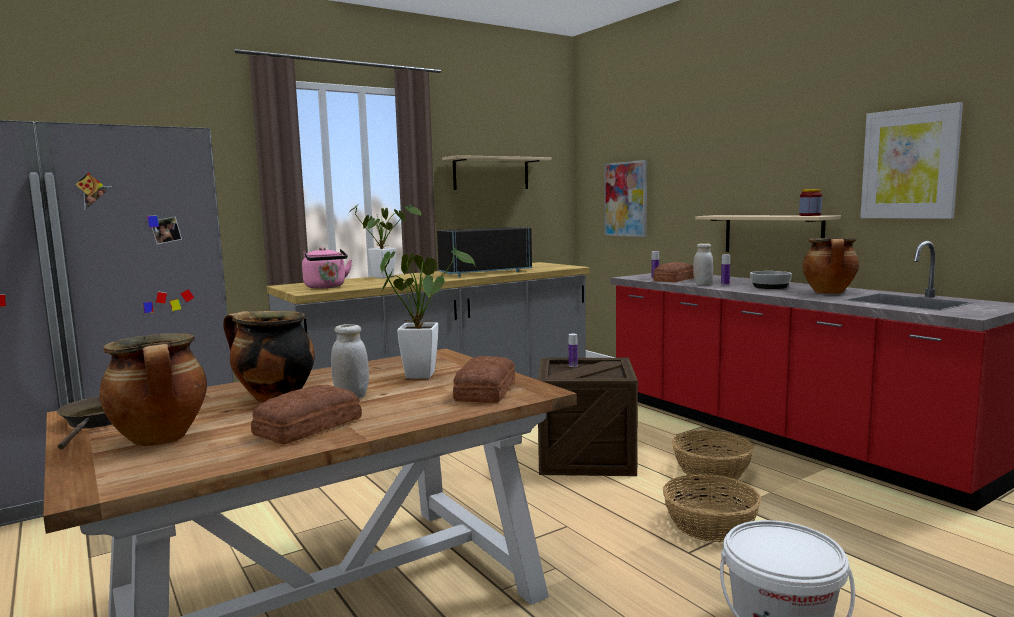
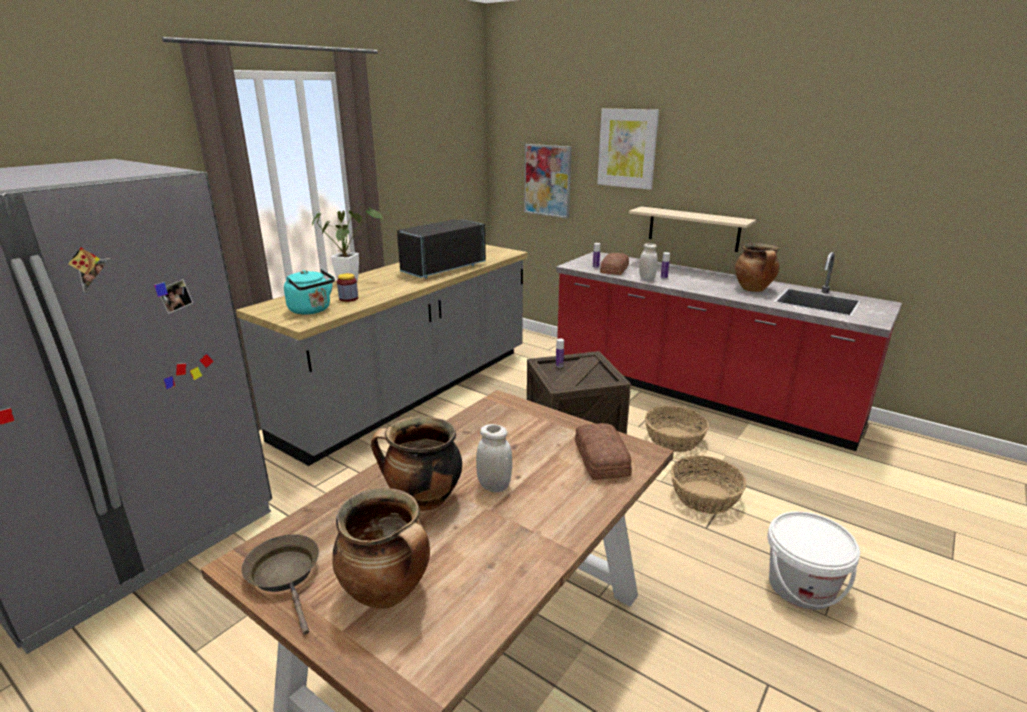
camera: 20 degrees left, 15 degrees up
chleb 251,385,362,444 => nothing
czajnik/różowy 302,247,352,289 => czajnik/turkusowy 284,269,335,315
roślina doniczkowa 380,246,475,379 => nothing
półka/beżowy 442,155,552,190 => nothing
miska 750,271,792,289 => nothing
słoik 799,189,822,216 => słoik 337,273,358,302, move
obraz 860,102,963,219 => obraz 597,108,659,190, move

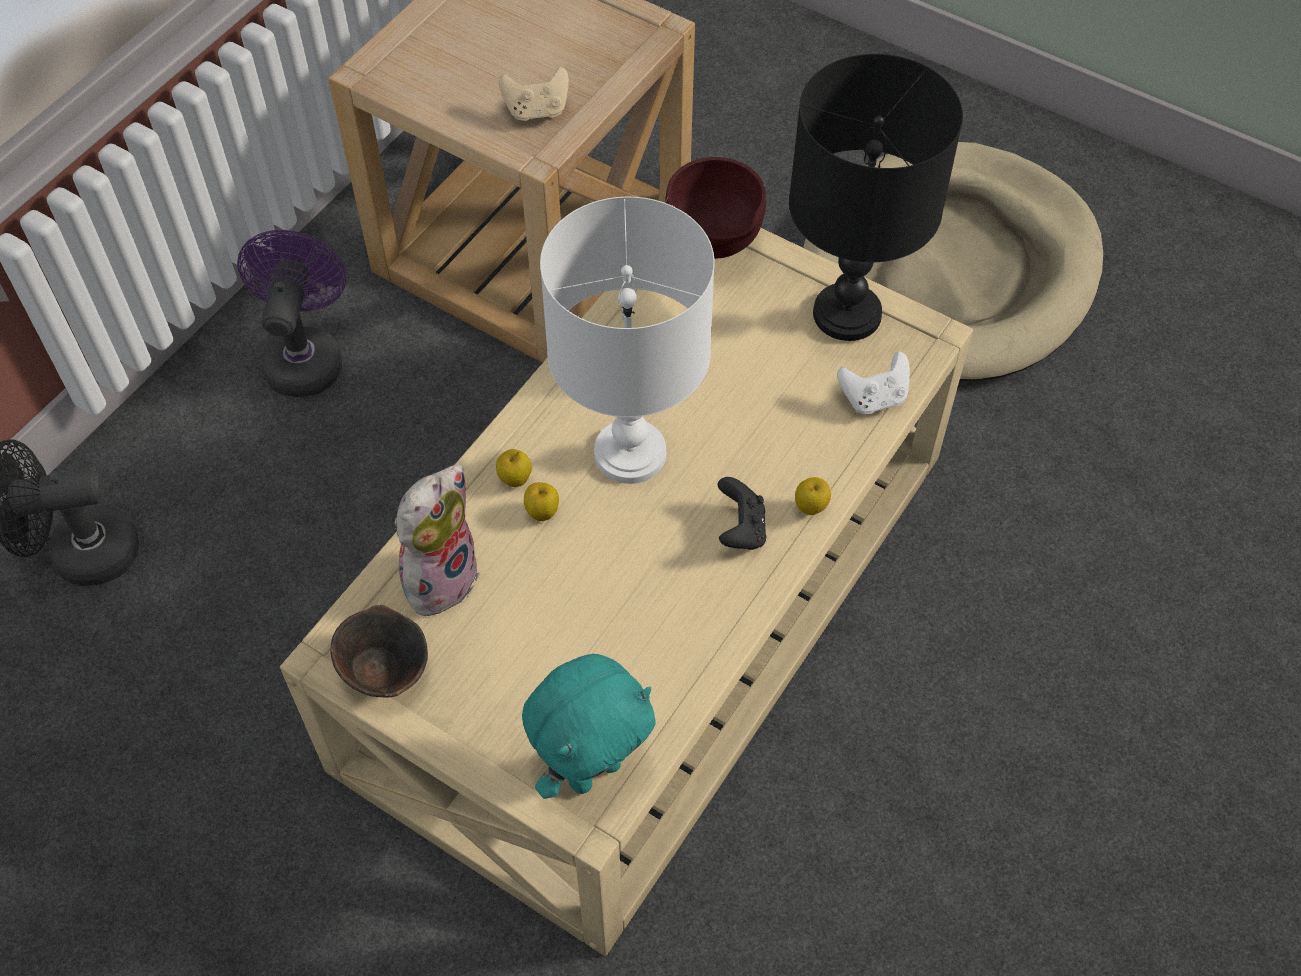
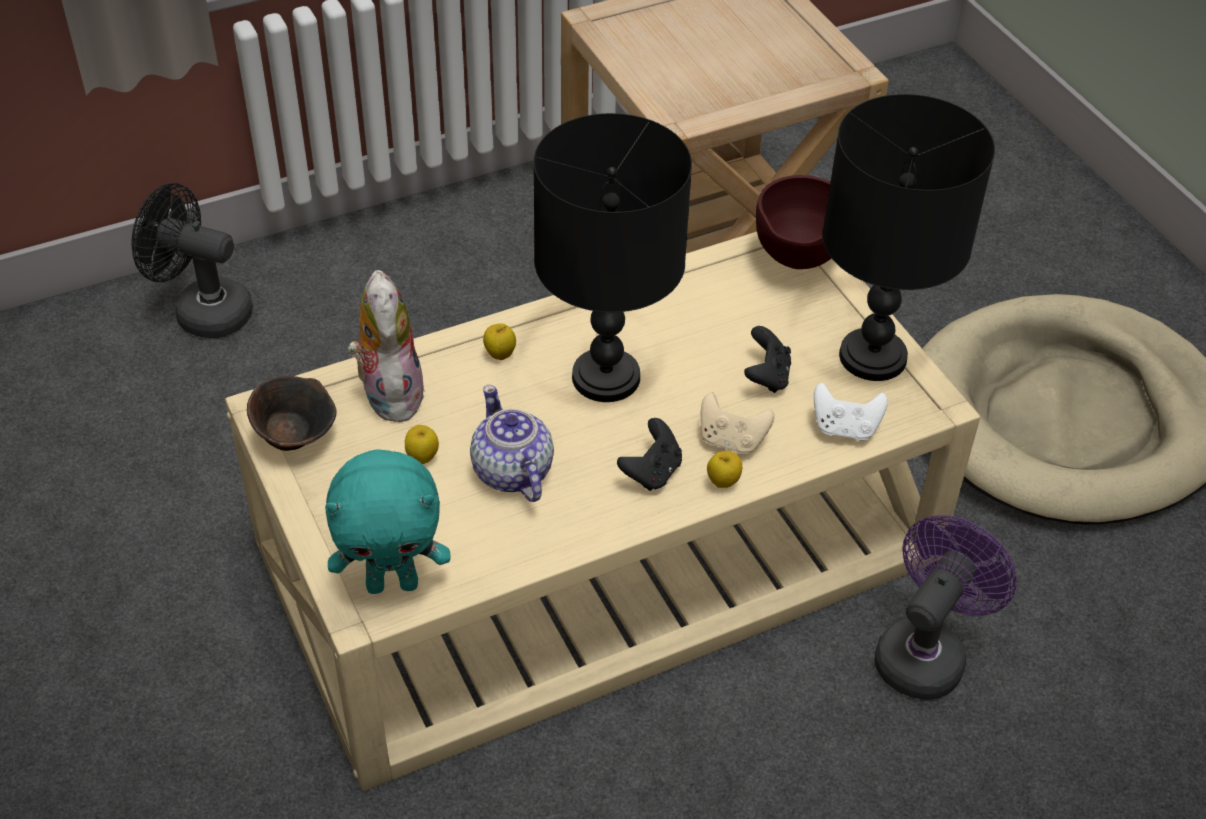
camera: 30 degrees right, 10 degrees down
wentylator/fioletowy 237,230,346,397 => wentylator/fioletowy 874,515,1017,700, move
pluszak 394,465,480,620 => pluszak 348,270,426,422, 75 degrees counterclockwise
pad do gier/beżowy 499,67,569,121 => pad do gier/beżowy 701,392,774,454, move
jabłko 524,482,559,521 => jabłko 405,425,439,464, move
lampa stołowa/biały 540,197,715,484 => lampa stołowa/czarny 533,113,692,402
nothing => imbryk 470,385,554,502
nothing => pad do gier/czarny 744,326,791,393

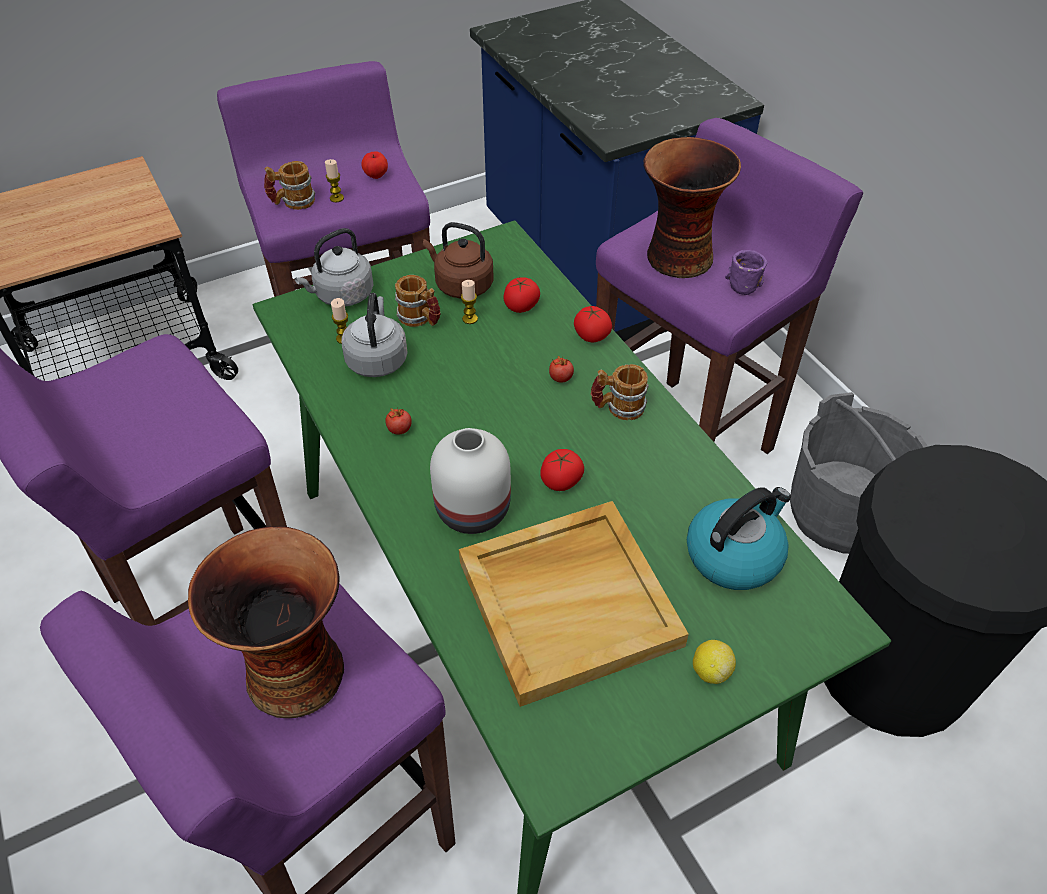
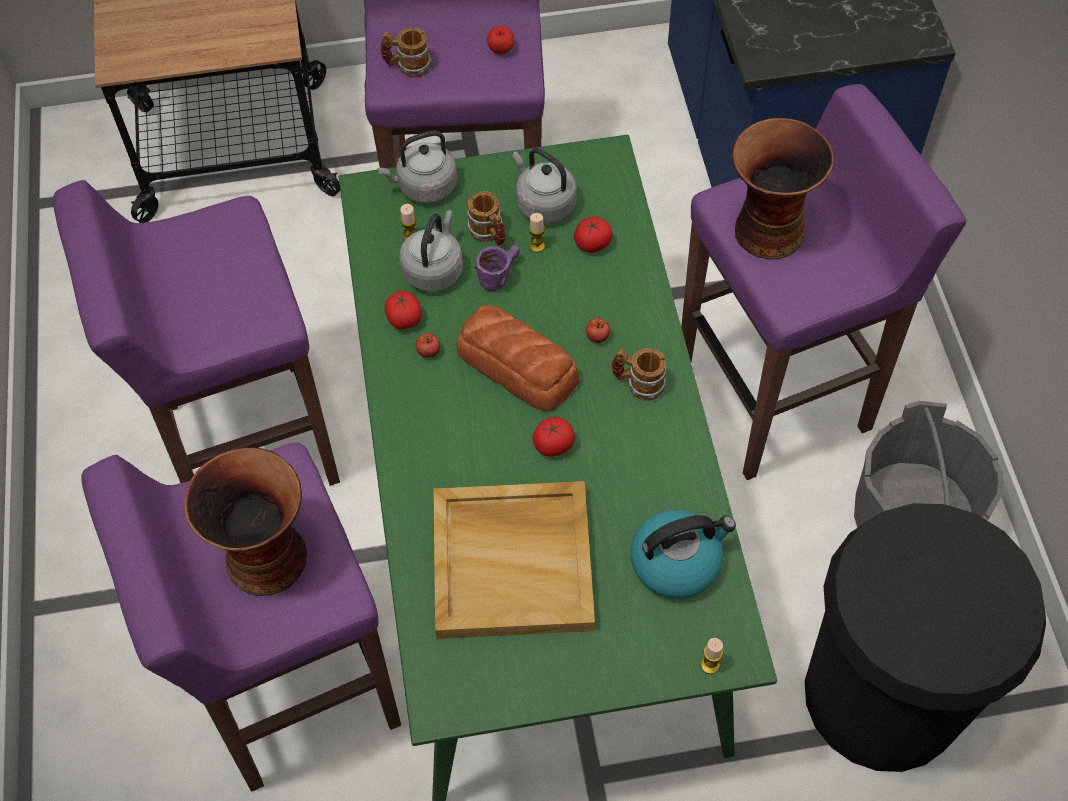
camera: 20 degrees right, 10 degrees up
świeca 325,159,344,202 => świeca 701,638,723,674, move
czajnik/brązowy 423,222,494,299 => czajnik/szary 512,148,577,224
wazon/biały 430,428,511,534 => nothing
pomidor 574,306,612,342 => pomidor 385,291,422,329, move
cytryna 693,640,736,684 => nothing
kubek/fioletowy 725,250,767,295 => kubek/fioletowy 474,245,520,291, move
nothing => chleb 456,305,579,411

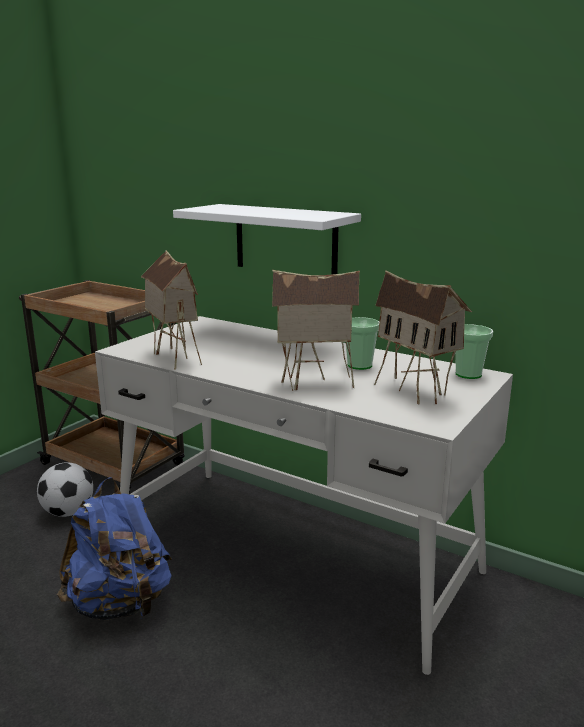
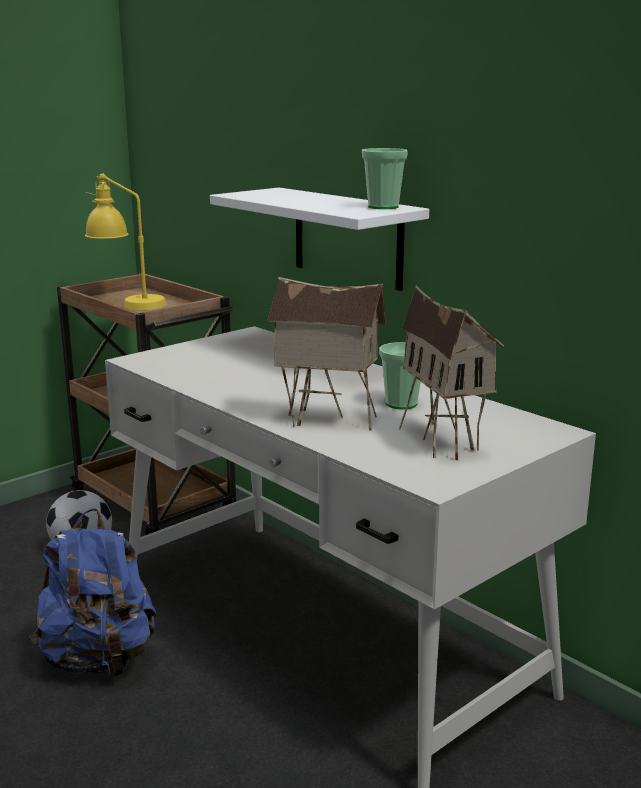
camera: 15 degrees right, 0 degrees up
domek 141,250,202,370 => nothing
filiżanka 455,324,493,379 => filiżanka 362,148,408,209, move
nothing => lampa stołowa/żółty 85,173,167,310

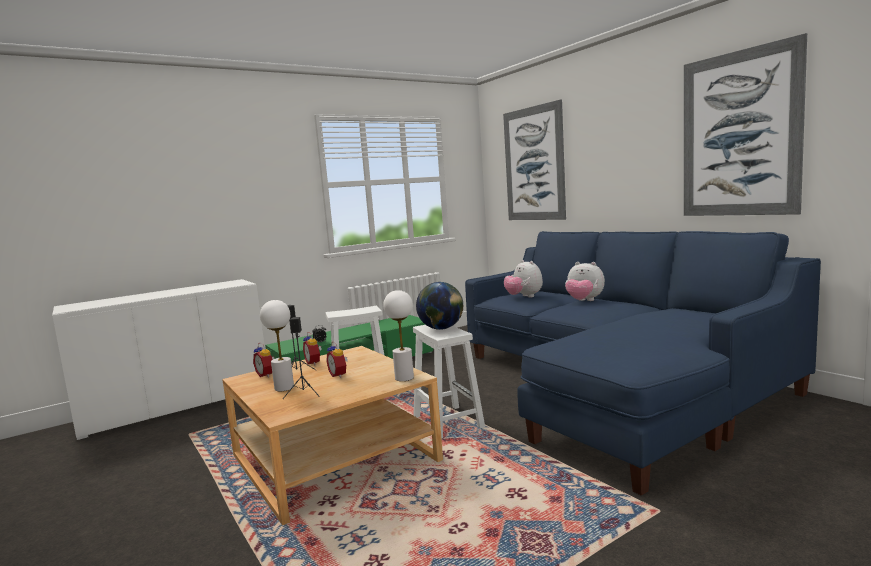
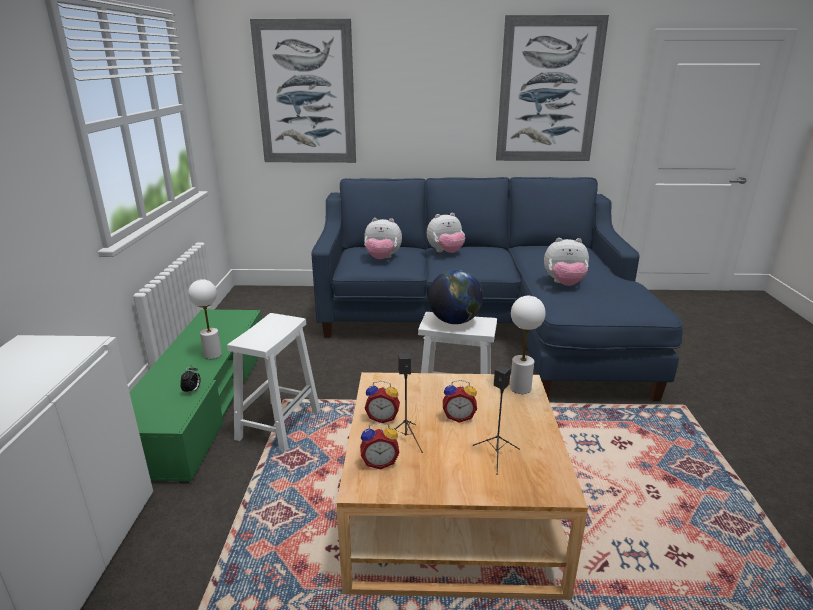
camera: 55 degrees left, 15 degrees up
lampa stołowa/biały 260,300,294,391 => lampa stołowa/biały 188,279,222,359, move
nothing => pluszak 544,238,589,286

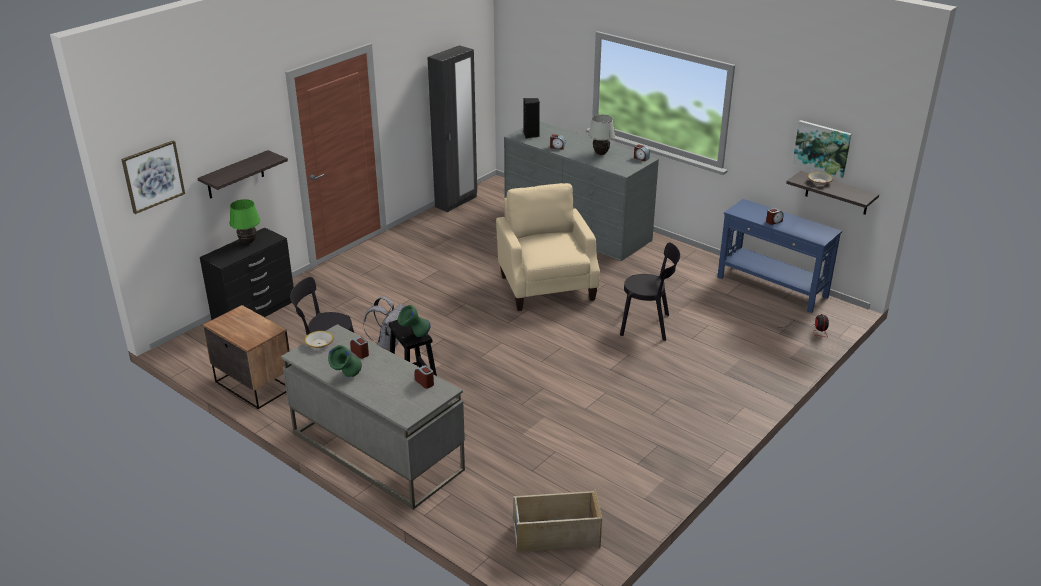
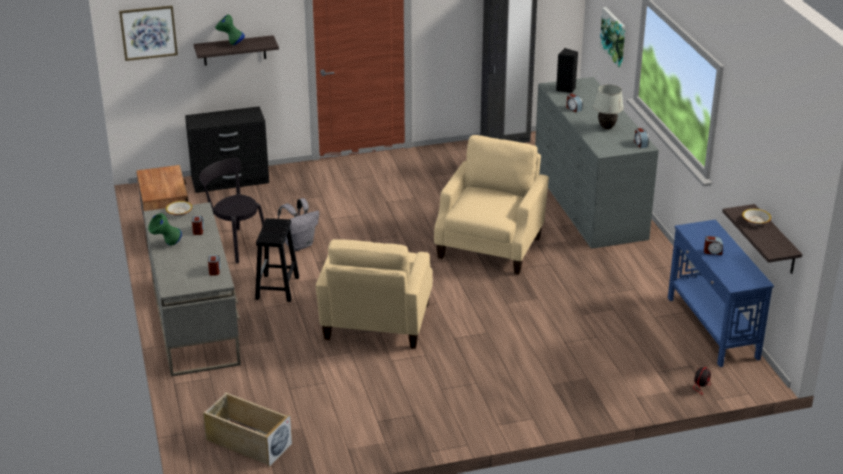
camera: 35 degrees right, 0 degrees up
lampa stołowa/zielony 230,199,260,244 => nothing
wazon/zielony 398,305,431,337 => wazon/zielony 215,14,245,45, move
krzesło/czarny 620,242,680,341 => nothing
obraz 792,120,852,178 => obraz 600,7,626,68, move
nothing => fotel/beżowy 316,239,433,349

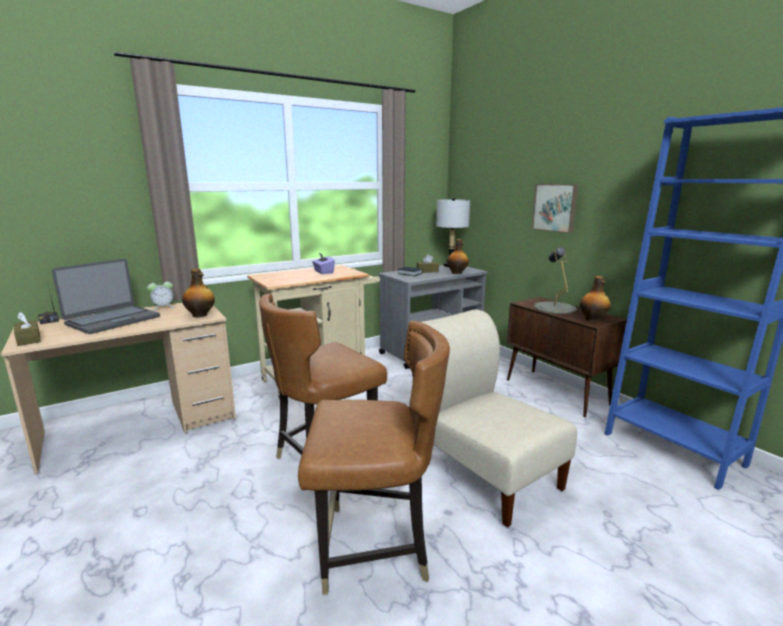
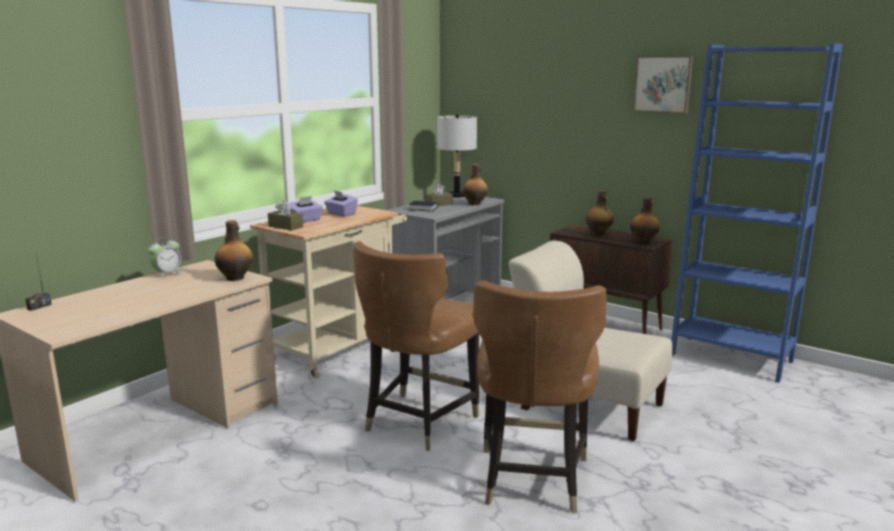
camera: 20 degrees left, 0 degrees up
pudełko chusteczek/brązowy 14,312,41,346 => pudełko chusteczek/brązowy 268,200,303,231, move
laptop 52,259,160,334 => nothing
krzesło/brązowy 298,321,450,595 => krzesło/brązowy 473,280,607,514, 120 degrees clockwise
obraz 532,184,578,233 => obraz 633,56,693,113, move
lampa stołowa/szary 534,247,577,314 => butelka 586,191,614,235
nothing => pudełko chusteczek/fioletowy 289,196,323,223

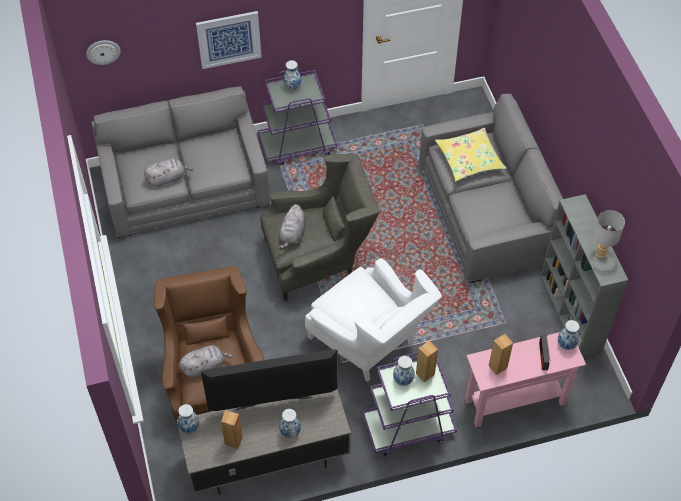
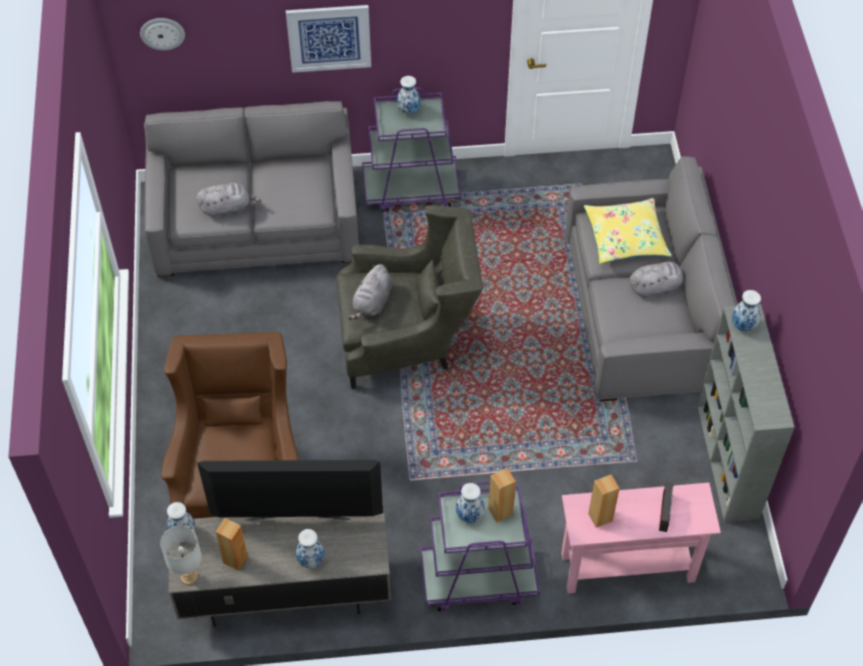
camera: 10 degrees right, 0 degrees up
pluszak/szary 179,345,234,378 => pluszak/szary 629,262,683,298, move
fotel/biały 305,258,442,382 => nothing
wazon 558,320,580,350 => wazon 732,290,761,331, move
lampa stołowa/szary 594,210,625,259 => lampa stołowa/szary 160,525,202,585, move

